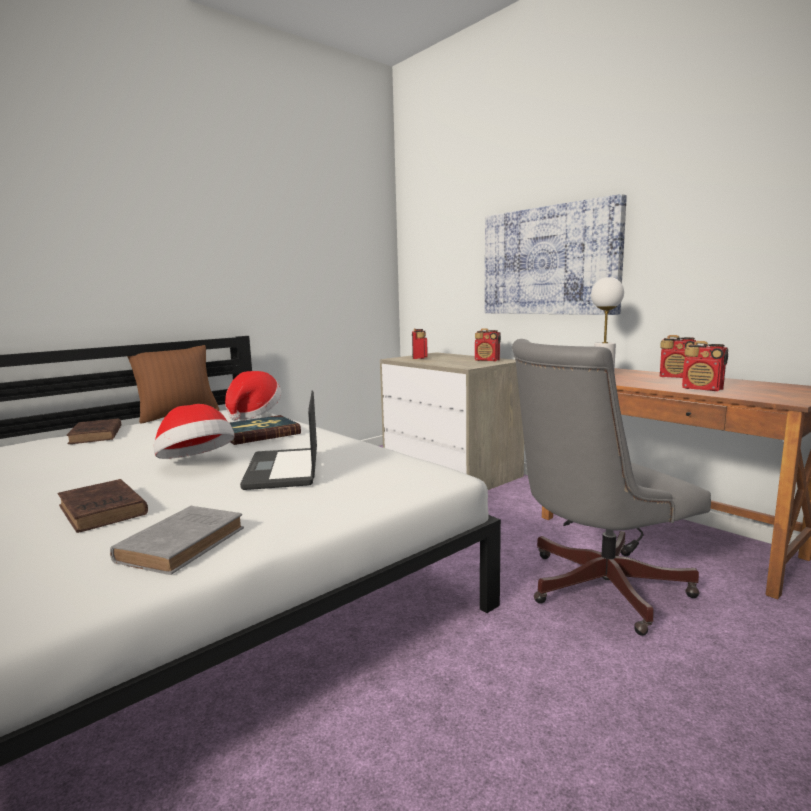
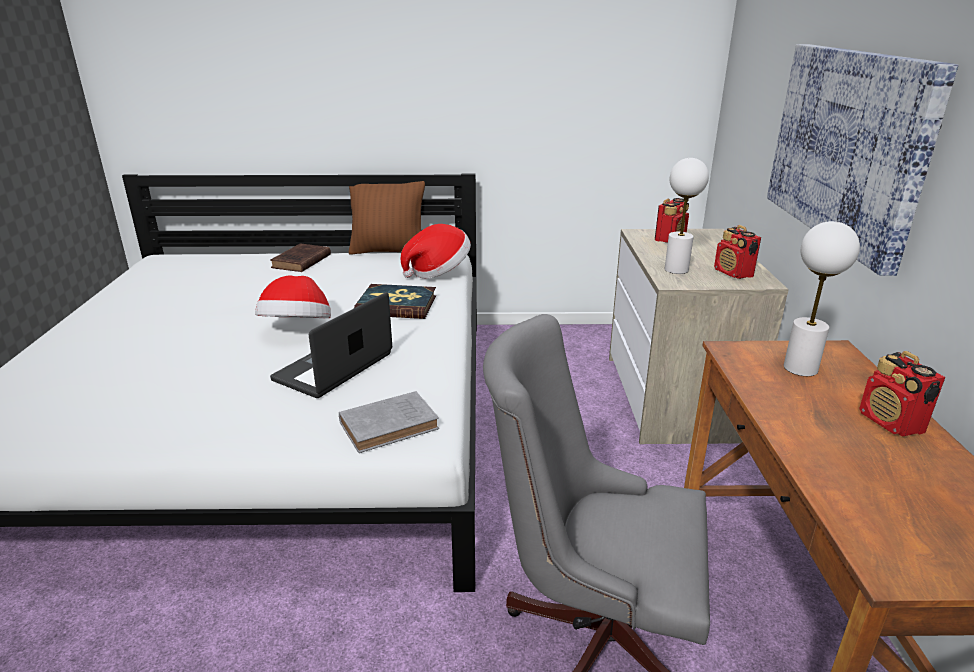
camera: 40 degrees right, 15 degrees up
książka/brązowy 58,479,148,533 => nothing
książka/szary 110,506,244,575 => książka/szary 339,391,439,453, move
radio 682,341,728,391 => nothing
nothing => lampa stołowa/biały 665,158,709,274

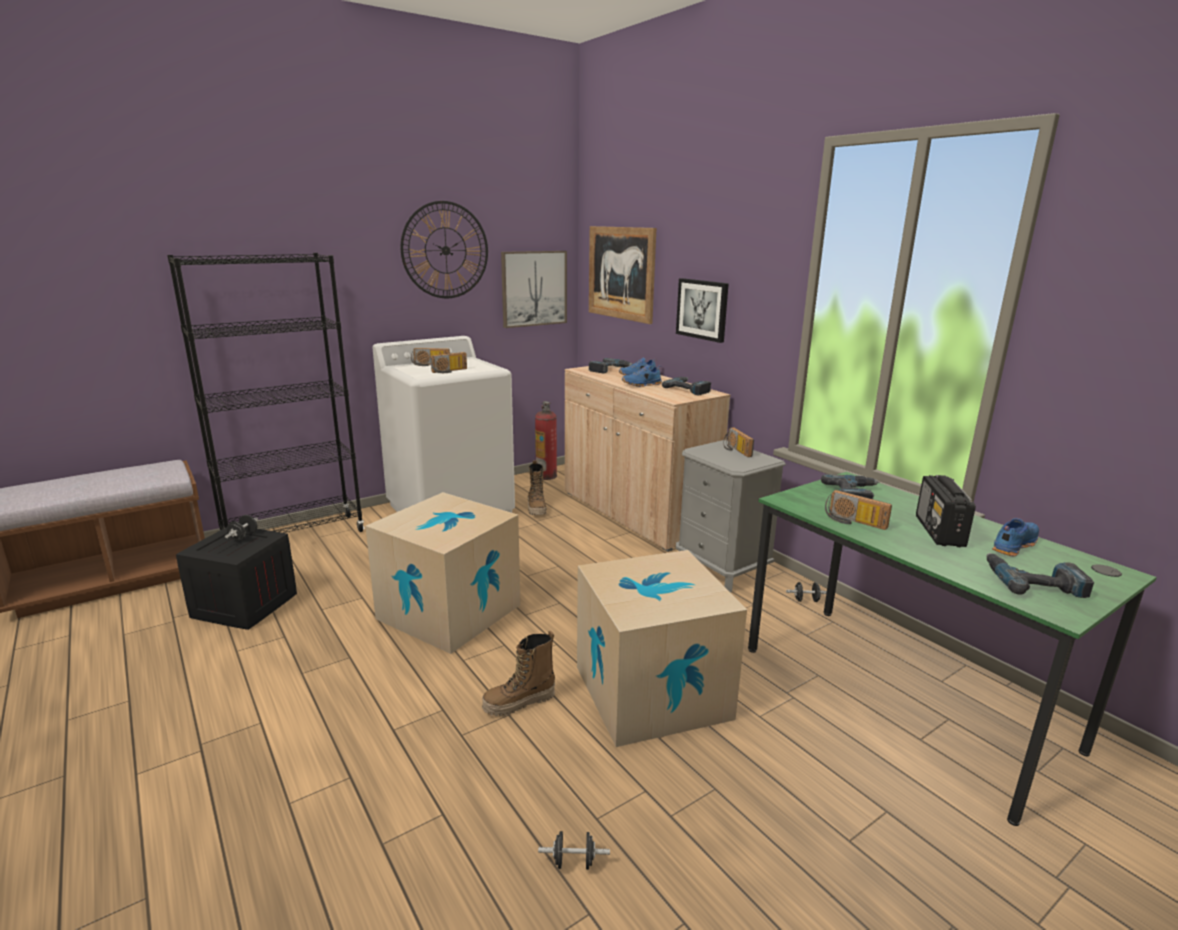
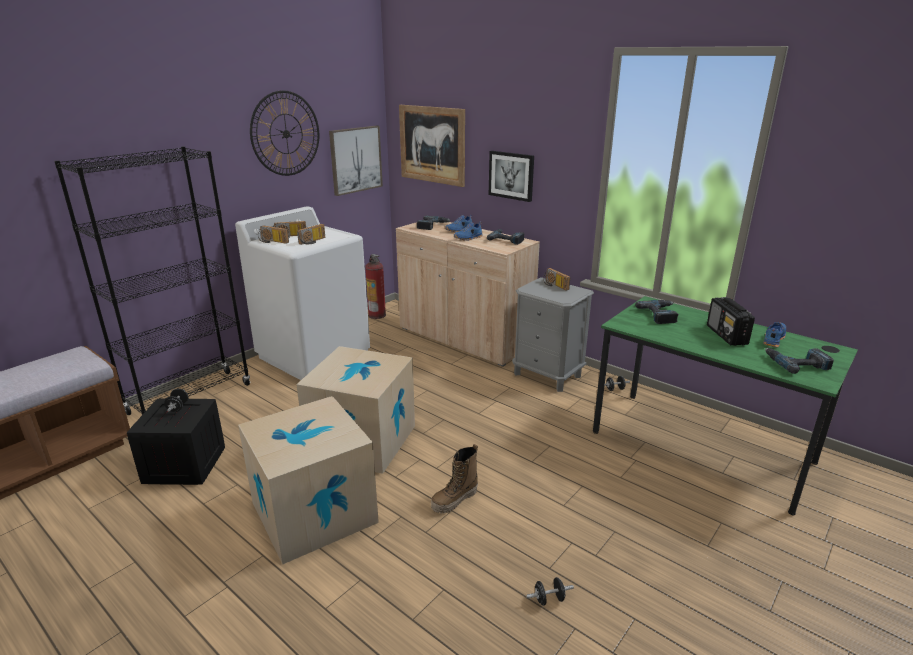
camera: 15 degrees left, 5 degrees up
but z cholewką 528,460,547,515 => nothing
karton 577,550,747,747 => karton 238,396,379,564, move
radio 825,490,892,530 => radio 258,225,289,244, move

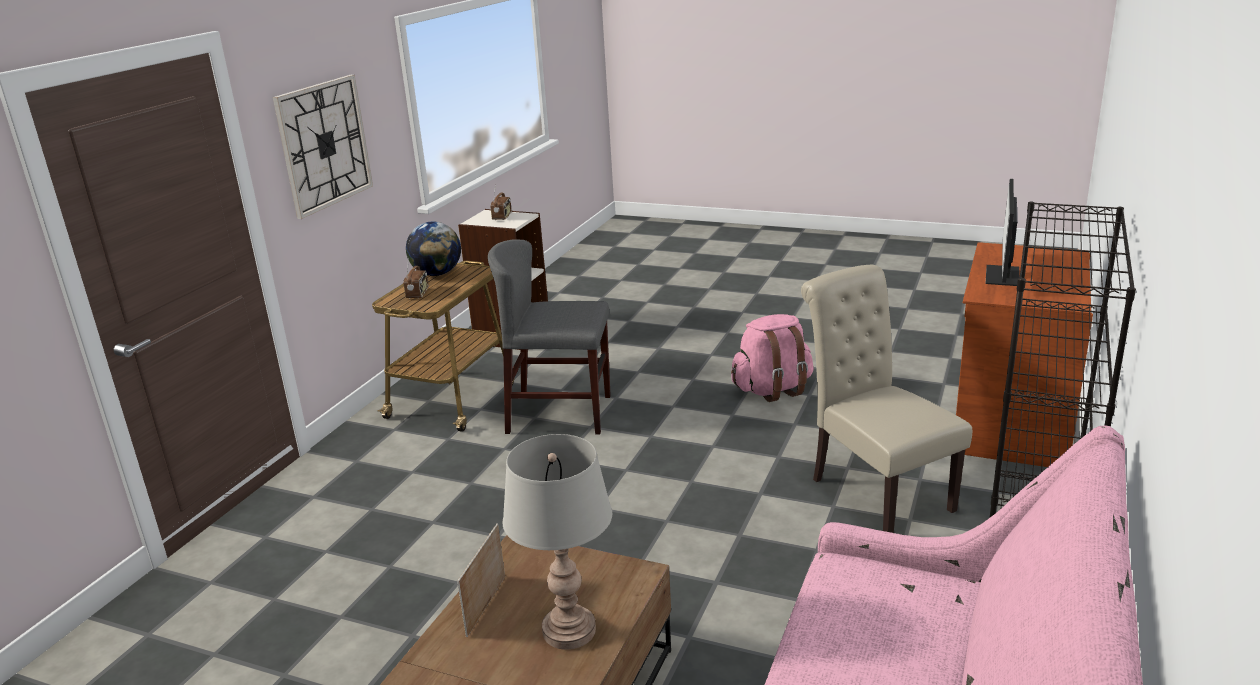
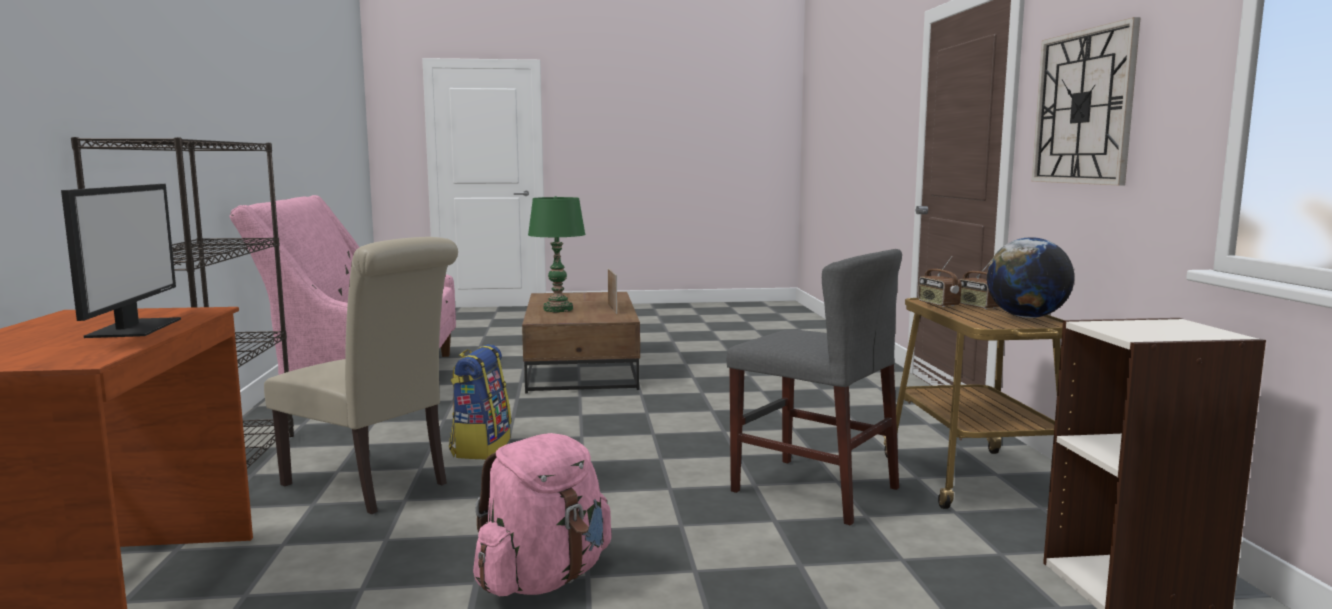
camera: 150 degrees right, 15 degrees down
krzesło/szary 488,240,611,434 => krzesło/szary 727,249,902,526, 60 degrees clockwise
radio 490,184,512,220 => radio 918,256,961,307, move
lampa stołowa/szary 503,434,612,650 => lampa stołowa/zielony 528,196,586,312
nothing => plecak 449,344,511,459

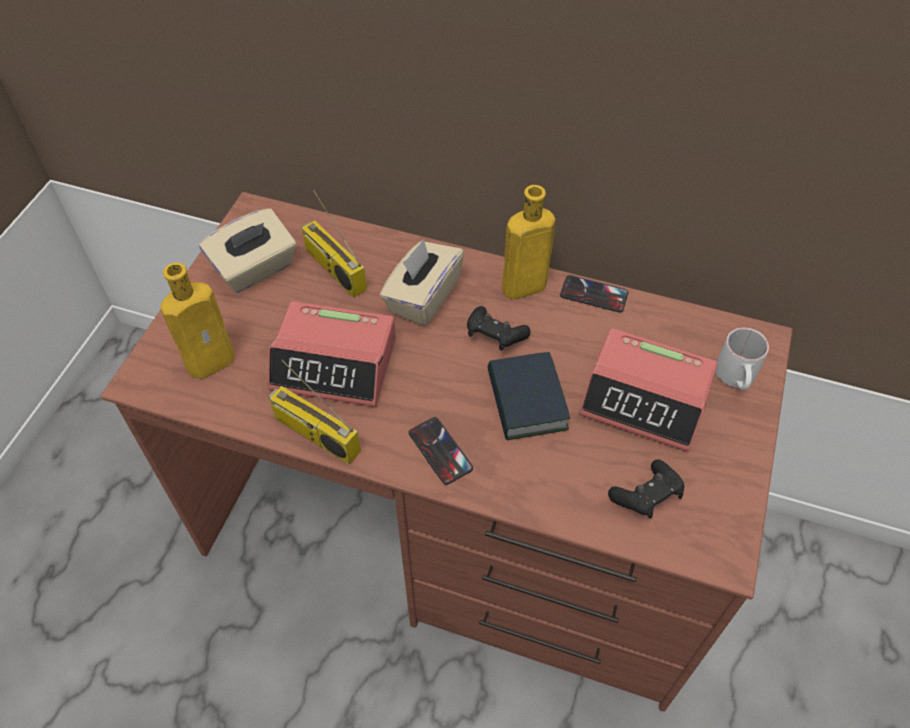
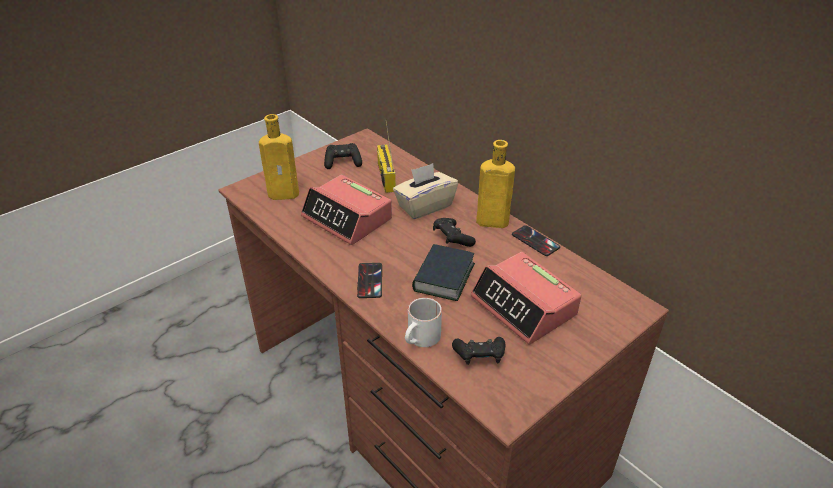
camera: 30 degrees right, 15 degrees down
pudełko chusteczek/beżowy 199,208,296,293 => pad do gier/czarny 324,143,362,169
radio 268,359,361,465 => nothing
kubek/biały 716,327,769,391 => kubek/biały 405,297,442,347, move

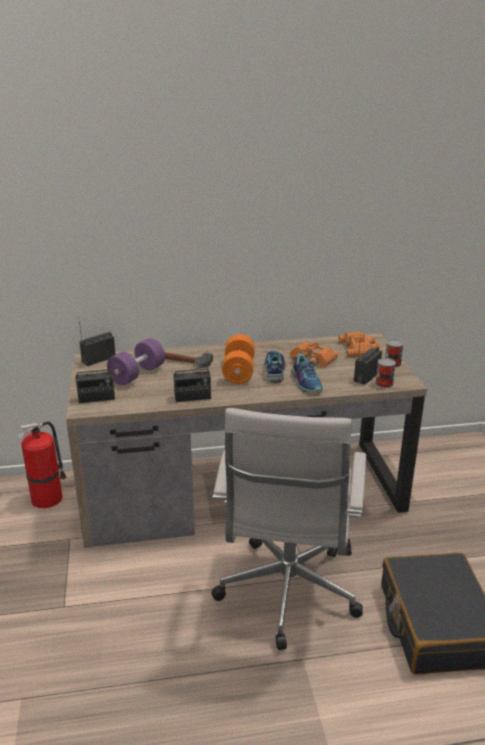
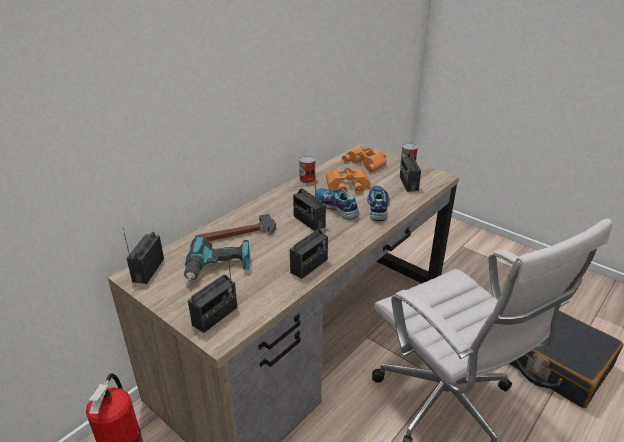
camera: 40 degrees left, 5 degrees up
hantel/fioletowy 107,338,165,385 => wiertarka 184,236,250,281
hantel/pomarańczowy 222,334,255,384 => radio 293,181,326,231
but 292,353,323,392 => but 367,185,390,221, 120 degrees counterclockwise
puszka 375,358,396,388 => puszka 299,156,316,183, move

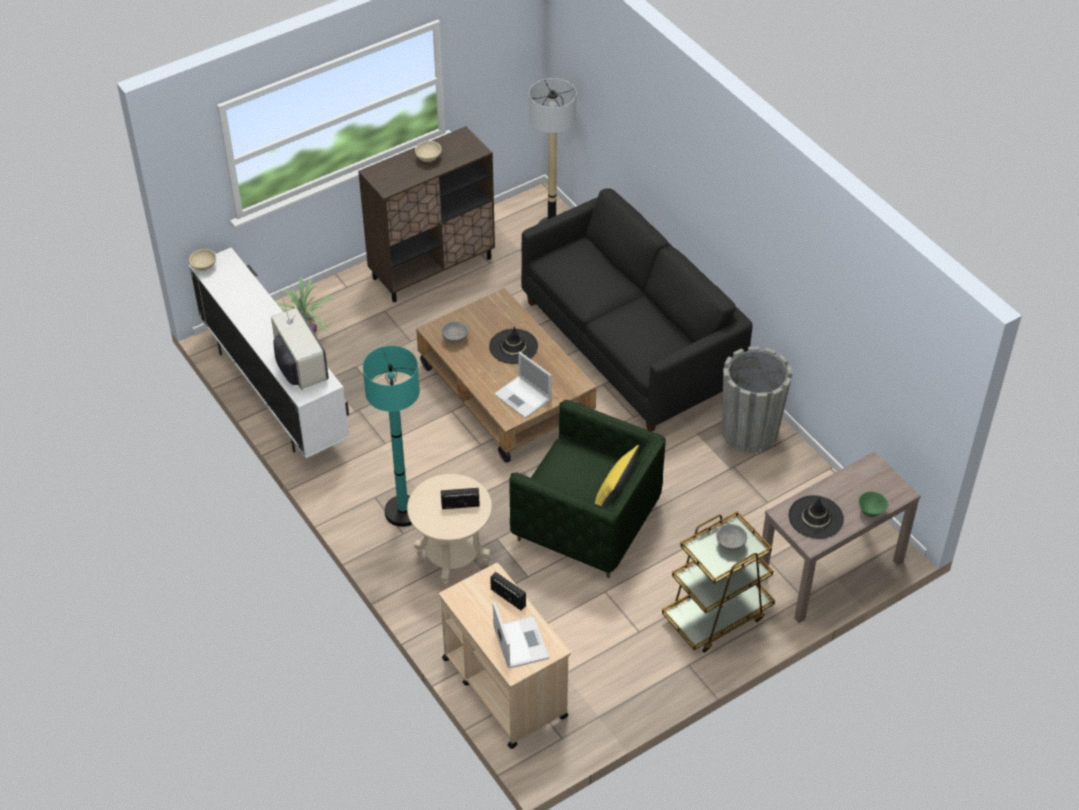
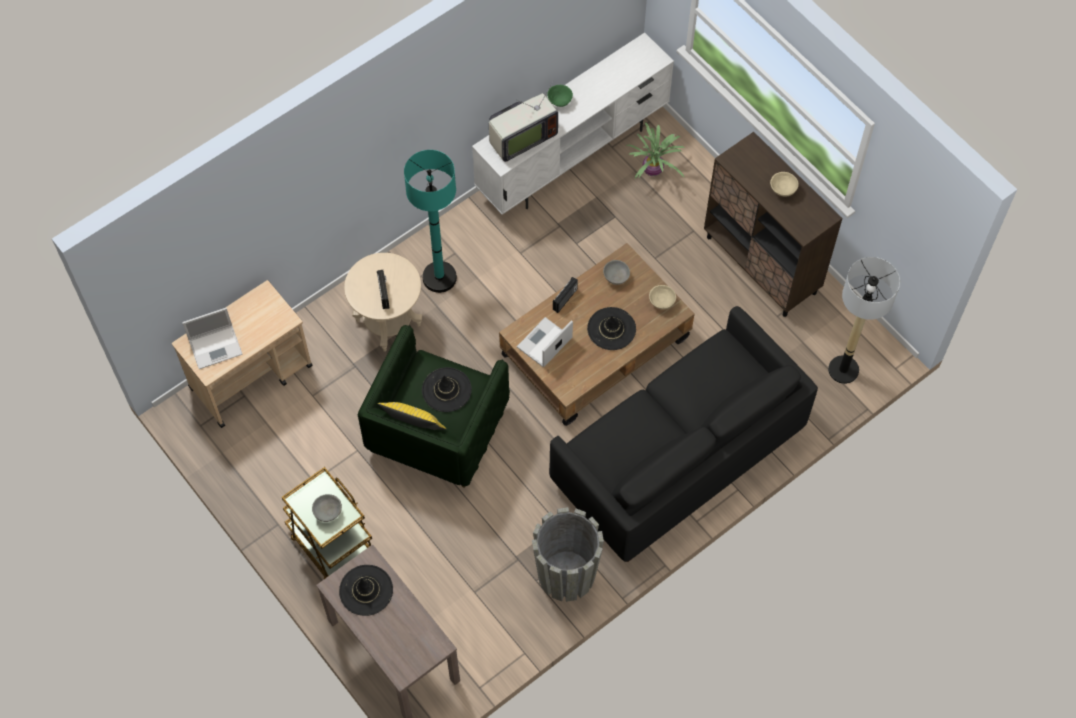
camera: 85 degrees right, 15 degrees up
miska/beżowy 189,249,216,271 => miska/beżowy 649,285,676,310, move
radio 490,572,526,610 => radio 553,277,578,313, move
miska/zielony 858,492,888,517 => miska/zielony 547,85,573,107, move
nothing => kapelusz/czarny 422,367,472,412

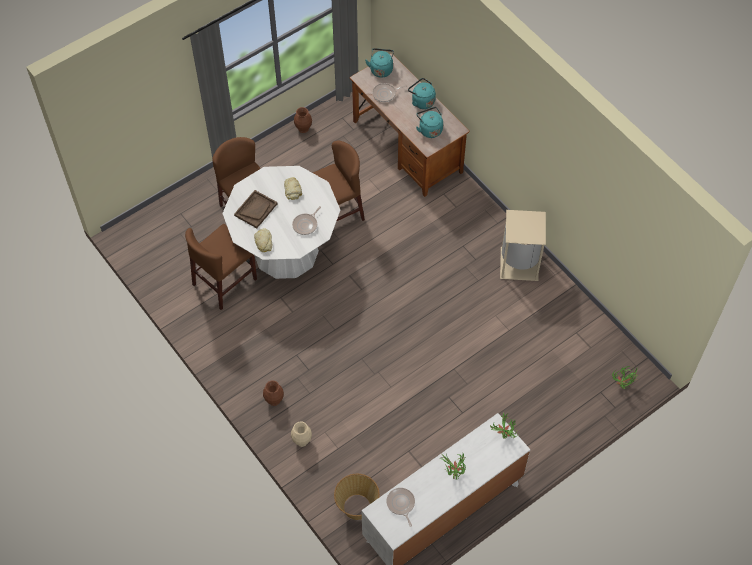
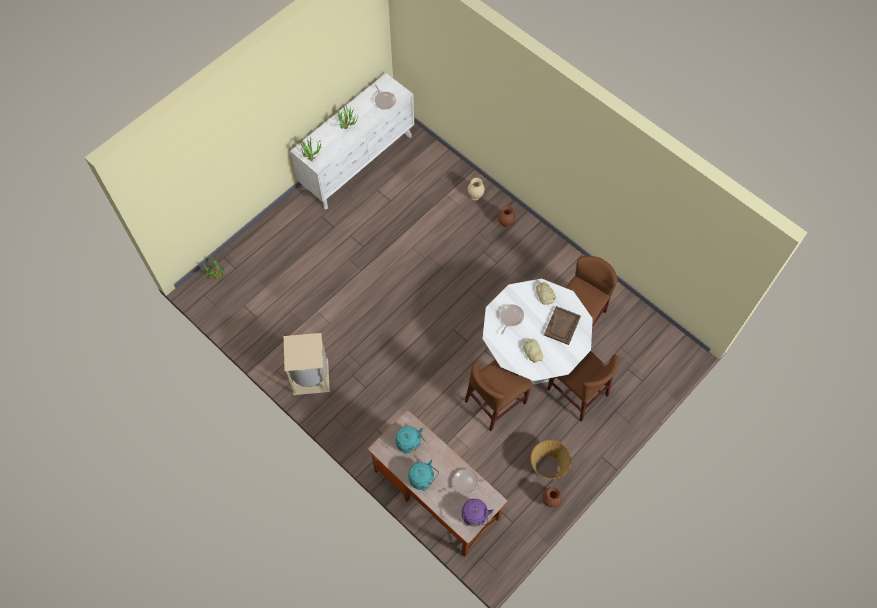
camera: 170 degrees right, 5 degrees up
koszyk 334,474,380,520 => koszyk 530,440,571,479, move
czajnik/turkusowy 365,48,394,78 => czajnik/fioletowy 462,499,494,527

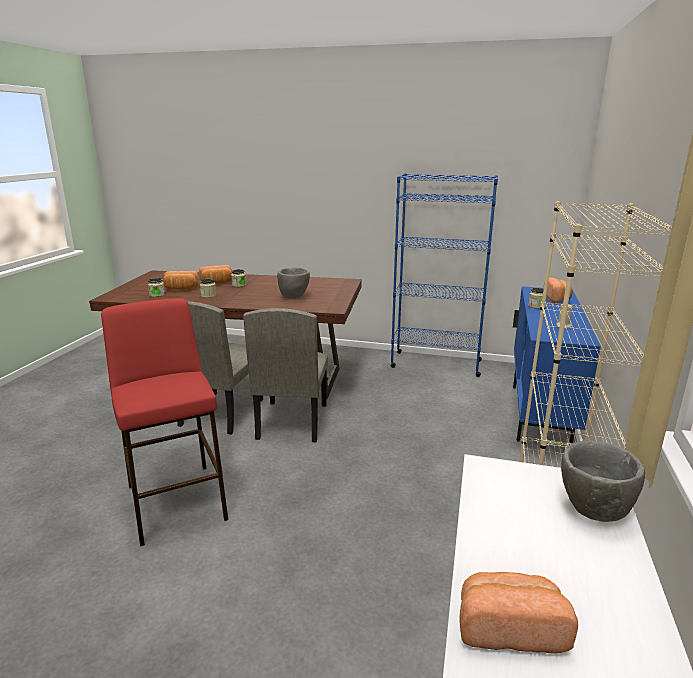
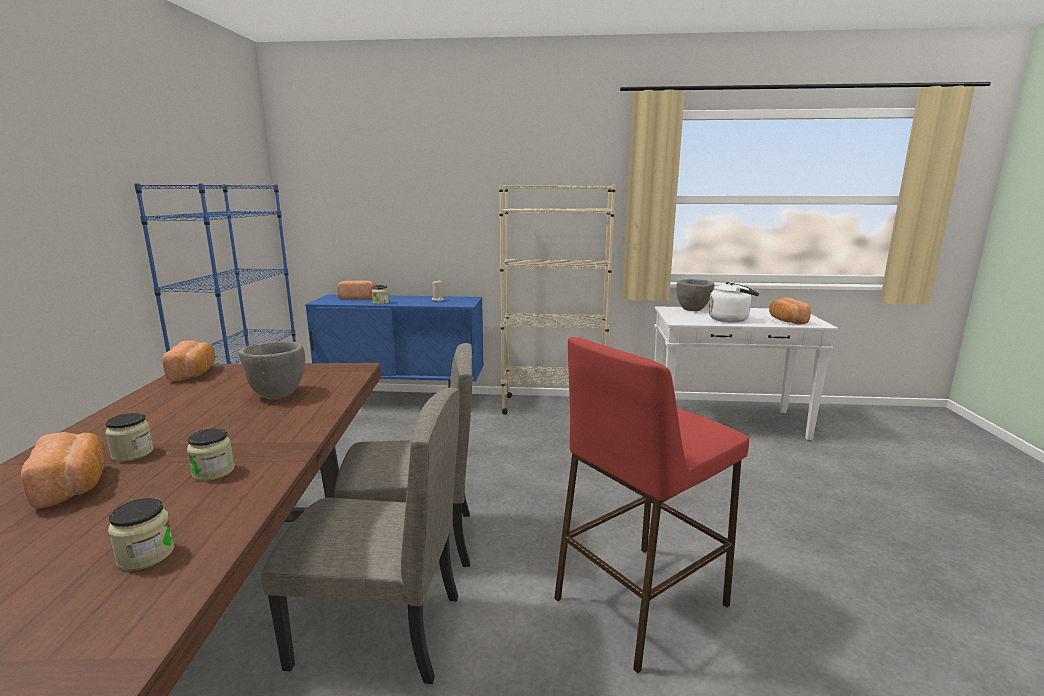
camera: 100 degrees left, 5 degrees down
chleb 163,271,199,290 => chleb 162,341,215,381, move
nothing => czajnik/biały 709,282,759,323

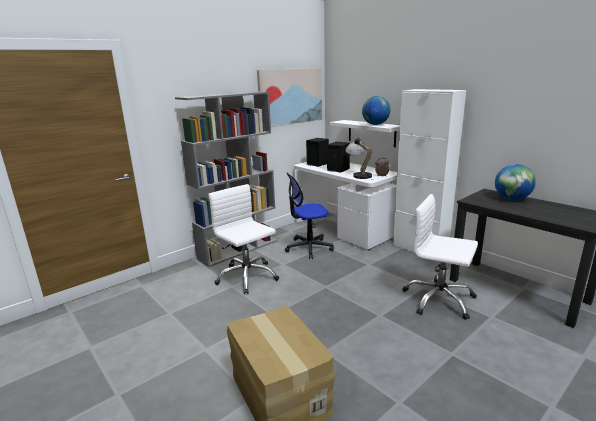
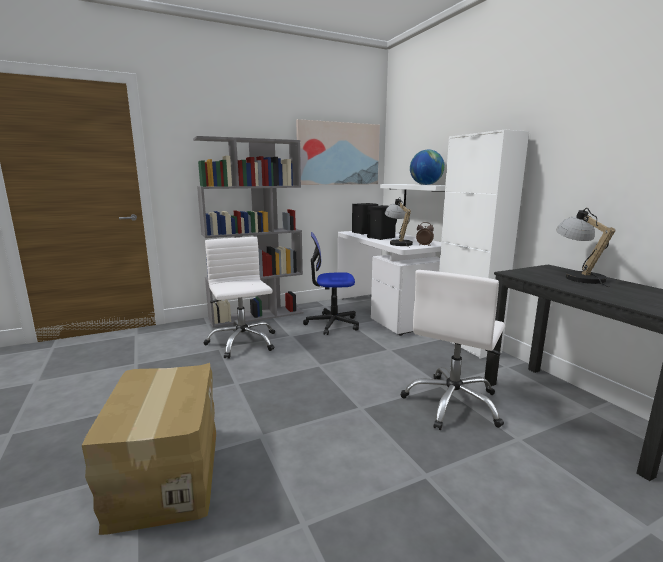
camera: 15 degrees right, 5 degrees down
krzesło biurowe/biały 402,194,478,320 => krzesło biurowe/biały 401,270,505,430, 105 degrees counterclockwise
globus 495,164,536,200 => lampa stołowa 556,208,616,287

